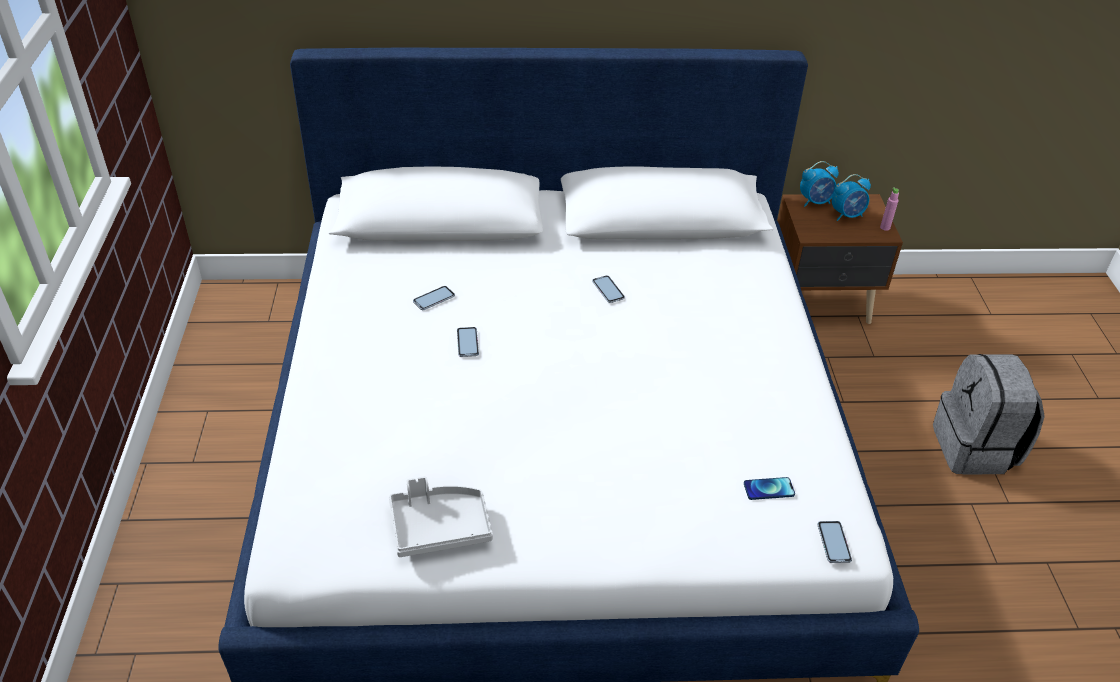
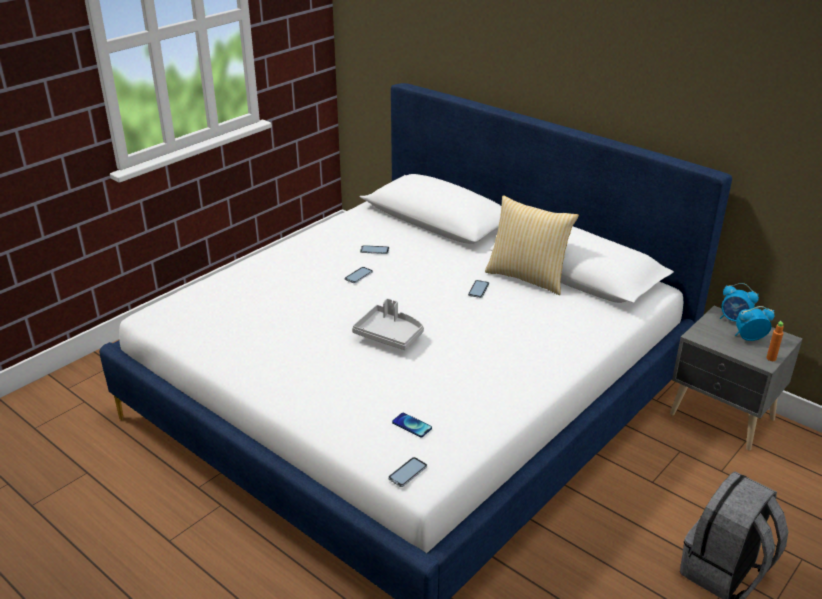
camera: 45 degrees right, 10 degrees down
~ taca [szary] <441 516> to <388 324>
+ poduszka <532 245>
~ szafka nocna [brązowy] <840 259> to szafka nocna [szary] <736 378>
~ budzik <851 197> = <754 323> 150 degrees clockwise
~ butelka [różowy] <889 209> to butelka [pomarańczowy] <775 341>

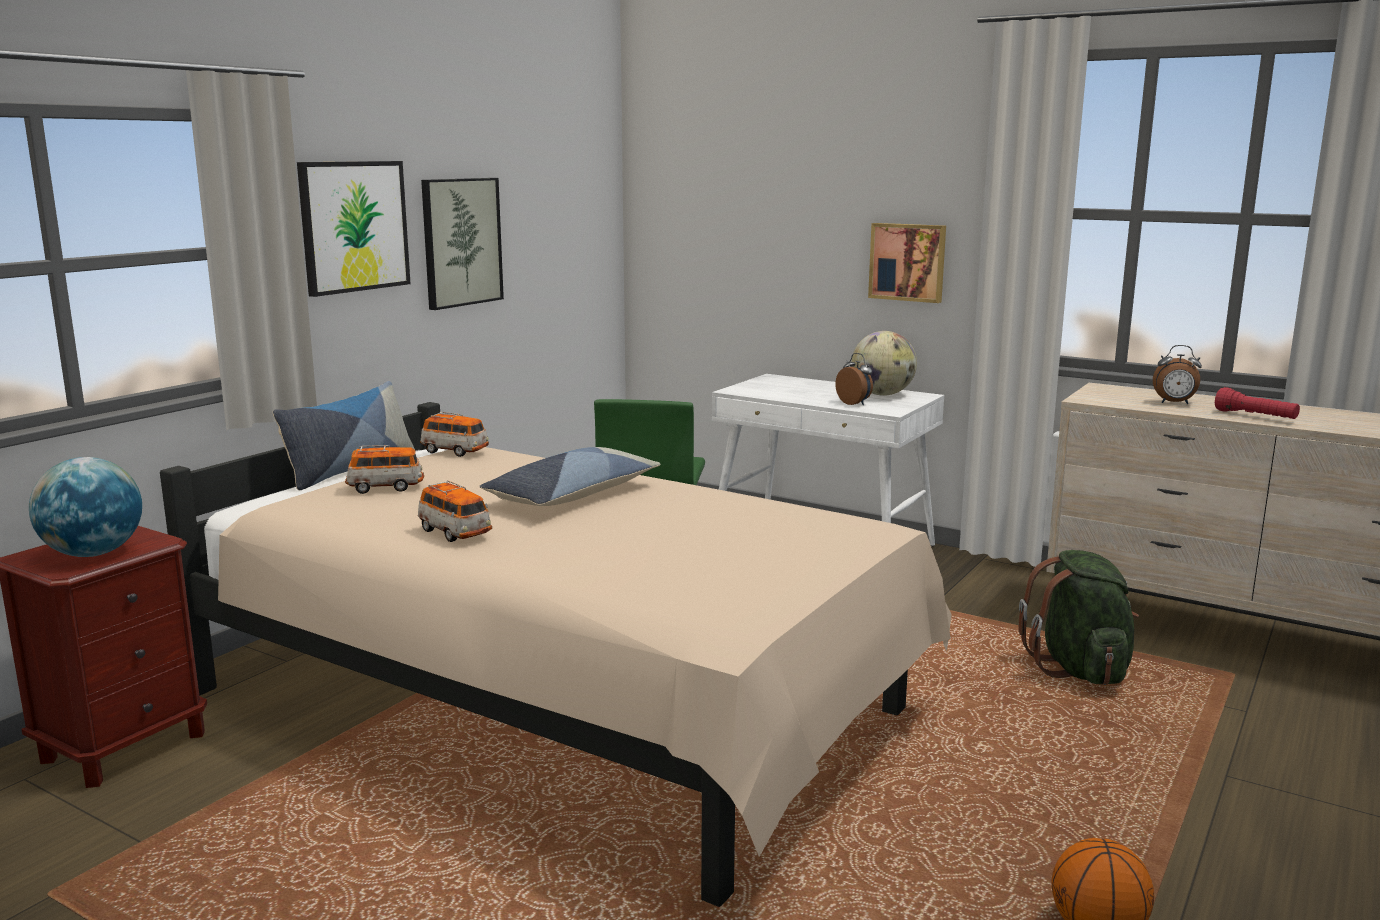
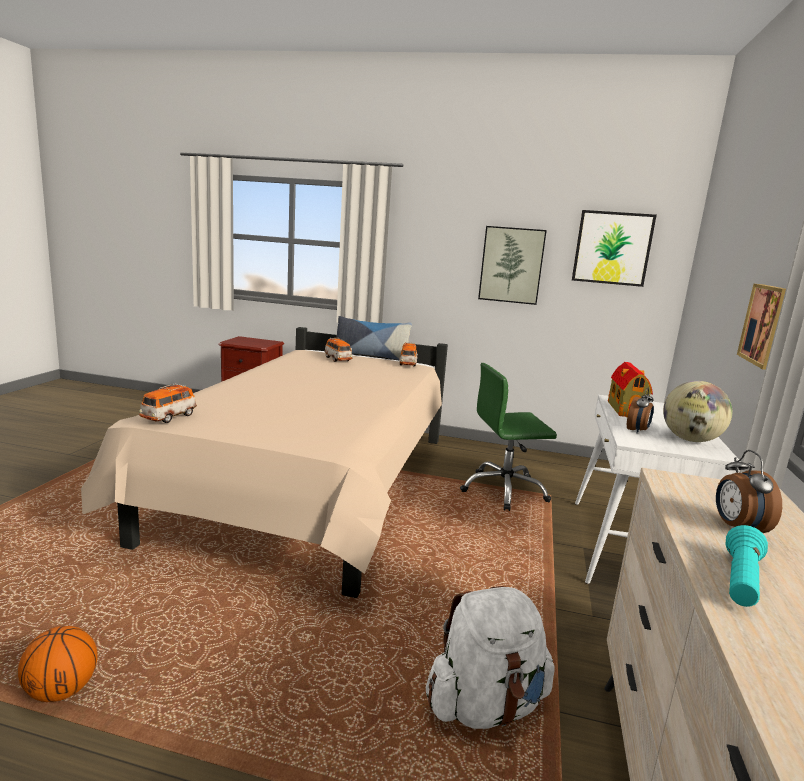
camera: 70 degrees right, 0 degrees up
~ samochodzik <455 511> to <168 403>
~ plecak [zielony] <1079 617> to plecak [biały] <490 657>
~ obraz <354 229> to <614 248>
+ domek <630 389>
~ latarka [czerwony] <1257 403> to latarka [turkusowy] <747 566>
- globus <85 507>
- poduszka <570 476>

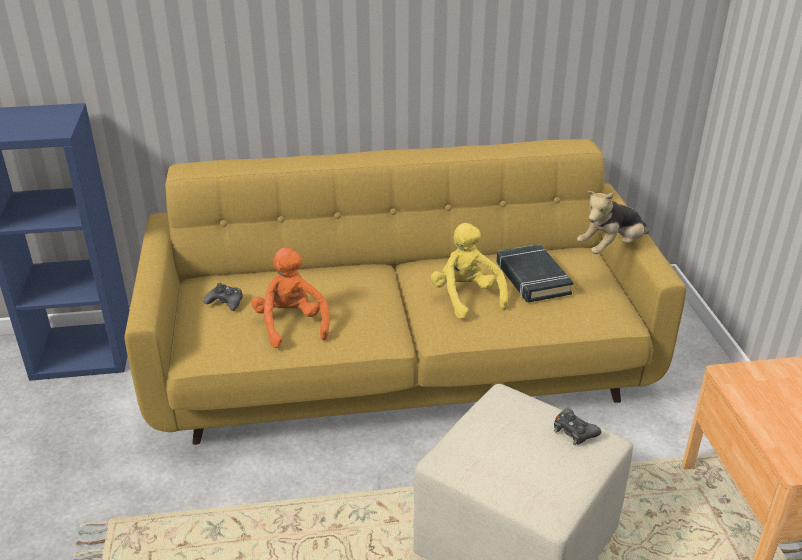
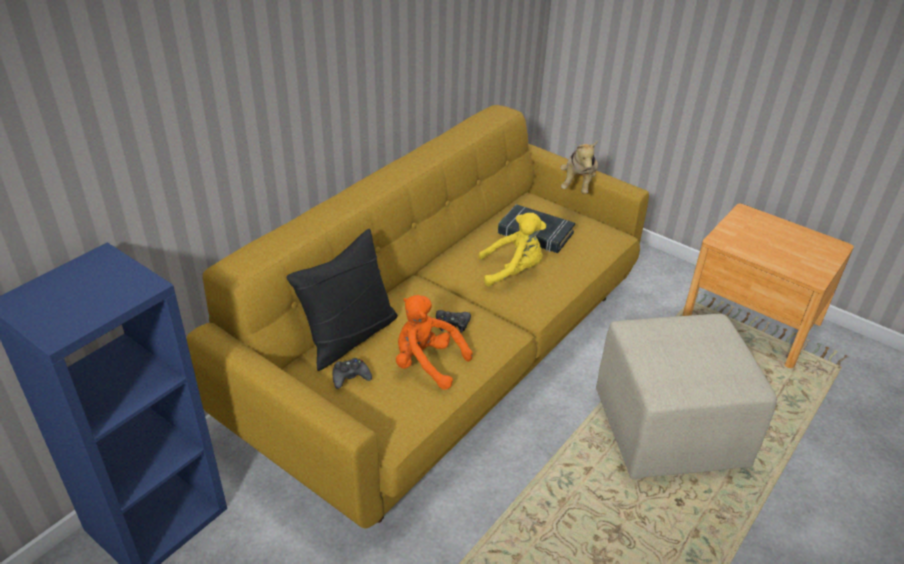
camera: 45 degrees left, 5 degrees up
+ poduszka [czarny] <342 300>
~ pad do gier [czarny] <577 426> to <453 321>
~ pluszak [żółty] <469 271> = <512 249> 150 degrees clockwise

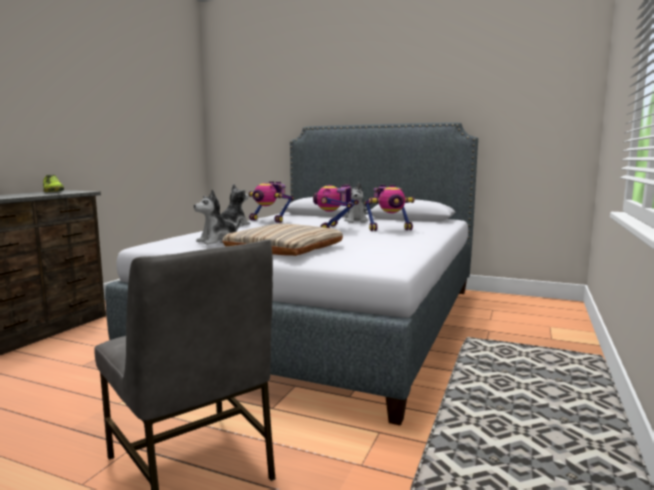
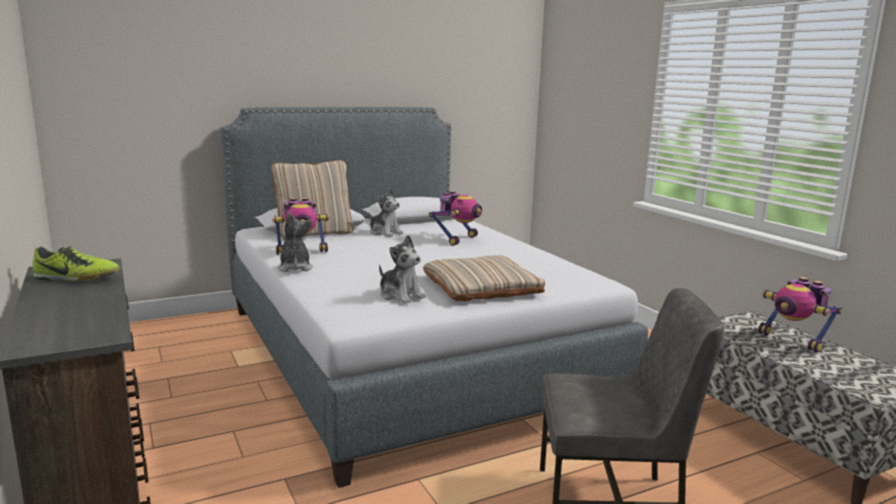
camera: 50 degrees left, 5 degrees up
+ poduszka [beżowy] <312 200>
~ pluszak <217 217> = <402 269> 45 degrees counterclockwise
~ robot zabawkowy <336 206> to <800 314>

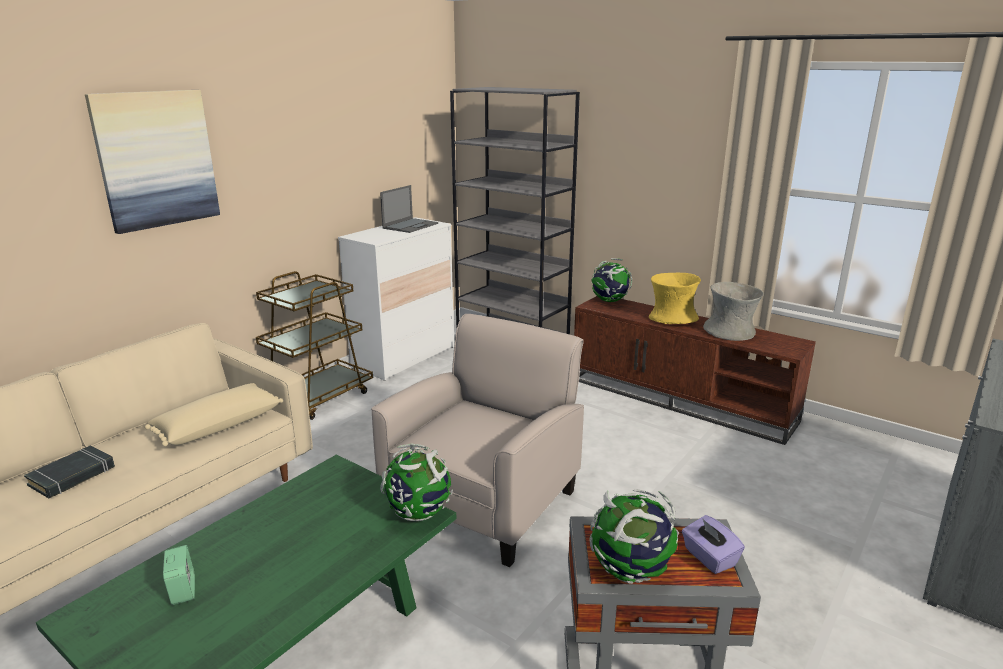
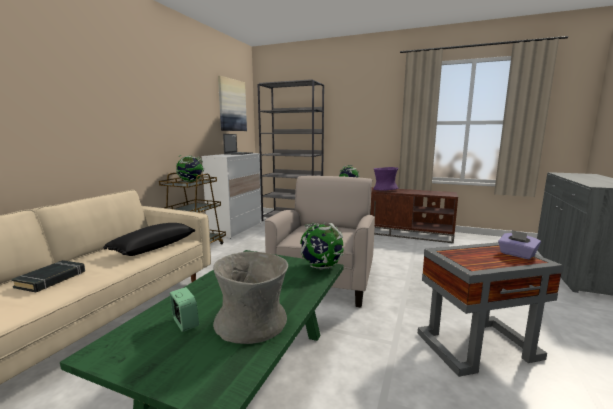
camera: 15 degrees left, 10 degrees down
~ poduszka [beżowy] <214 414> to poduszka [czarny] <149 239>
~ globus <634 536> to <190 168>
~ wazon [szary] <733 311> to <250 297>
~ obraz <152 162> to <232 103>
~ wazon [żółty] <675 298> to wazon [fioletowy] <386 179>

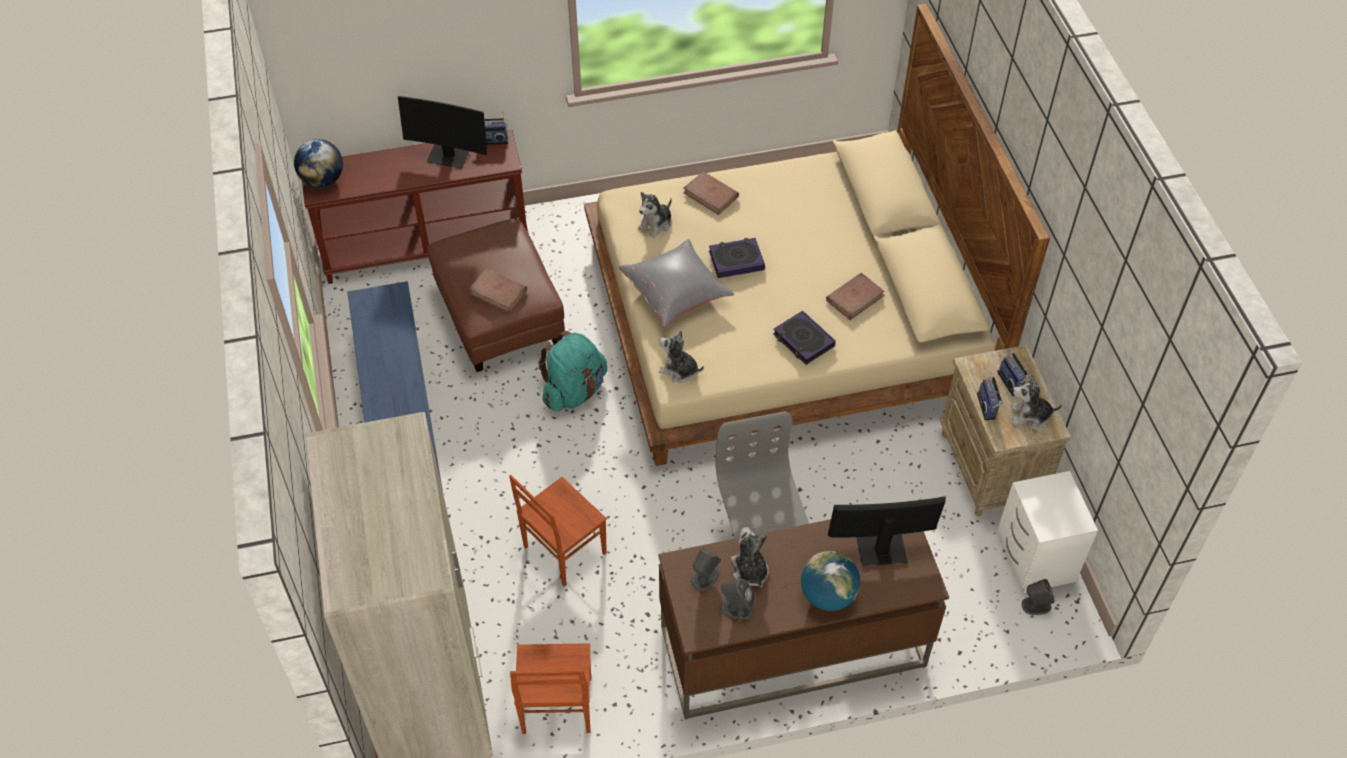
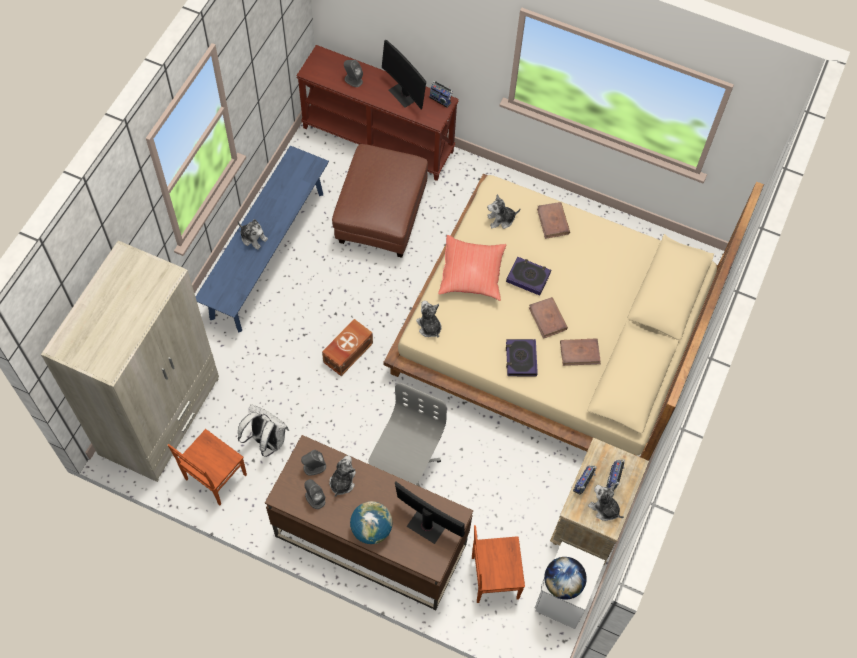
camera: 35 degrees right, 10 degrees up
+ pluszak <253 234>
+ plecak [biały] <263 430>
+ pojemnik do przechowywania [brązowy] <347 347>
~ głośnik [szary] <1038 597> to <353 73>
~ poduszka [szary] <676 283> to poduszka [czerwony] <472 268>
~ krzesło [brązowy] <558 531> to <498 564>
~ książka [brązowy] <497 290> to <548 318>
~ globus <318 163> to <565 578>
- plecak [turkusowy] <572 371>

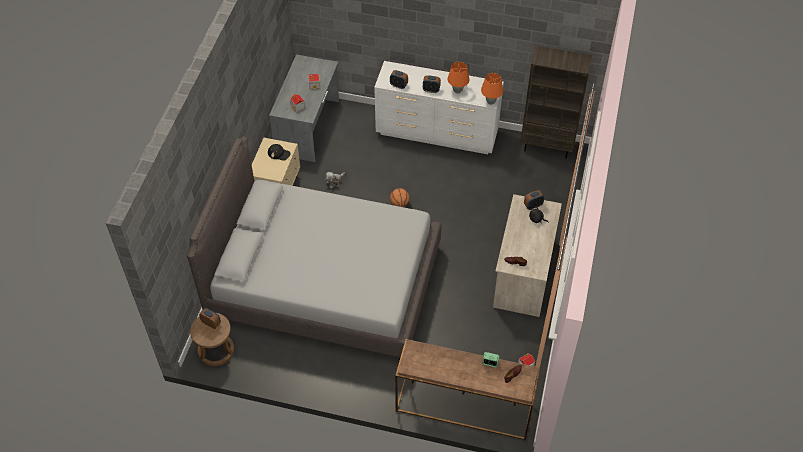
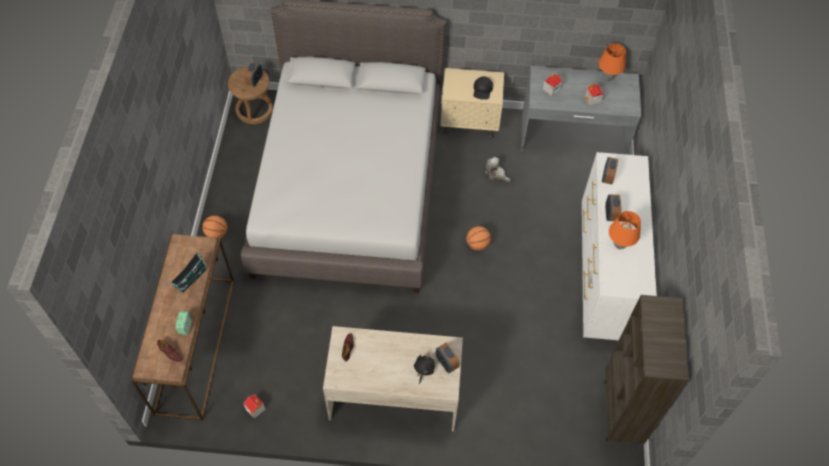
camera: 80 degrees right, 5 degrees up
+ domek <188 272>
+ piłka do koszykówki <215 226>
~ lampa stołowa [pomarańczowy] <492 89> to <612 62>

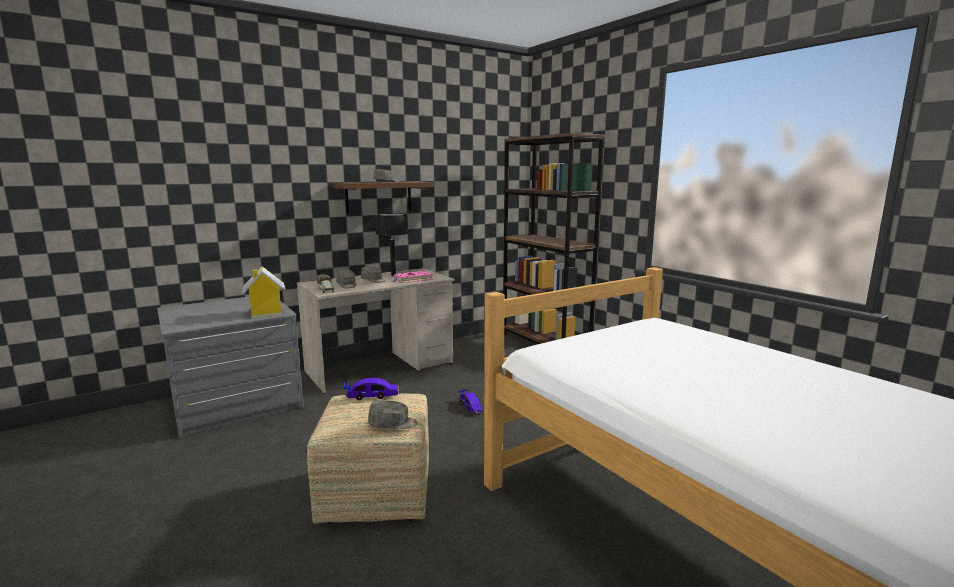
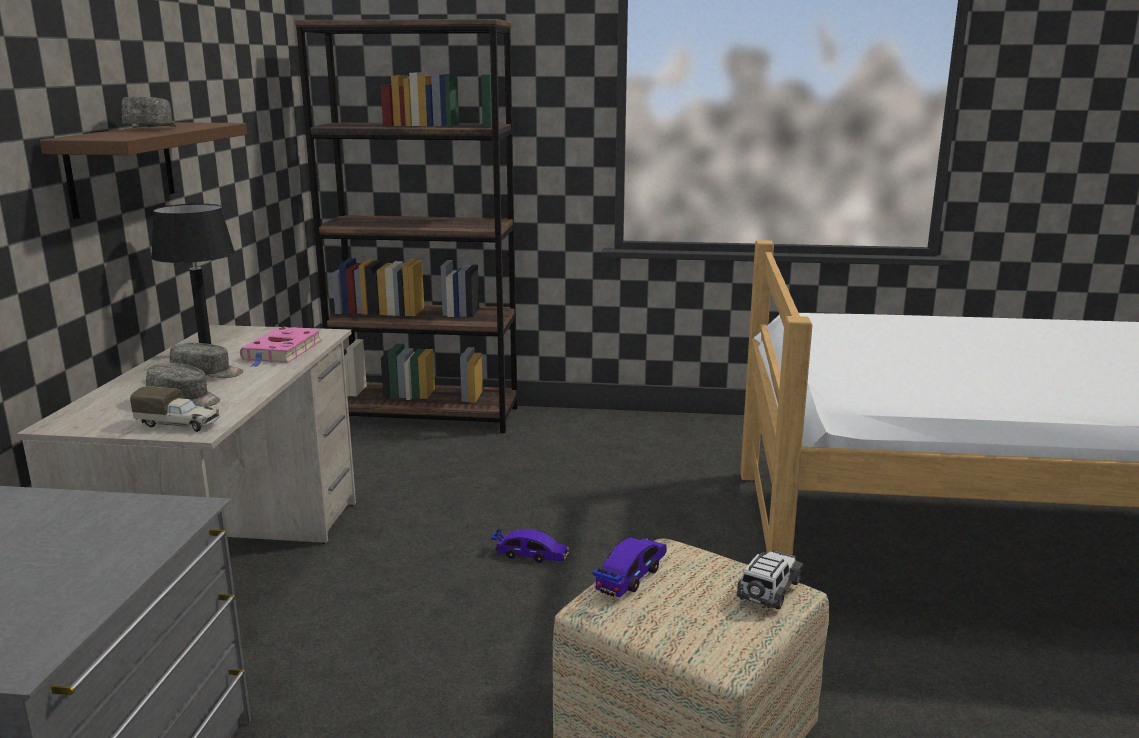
camera: 50 degrees left, 5 degrees up
~ czapka z daszkiem [szary] <393 414> to samochodzik <770 579>
- domek <264 292>

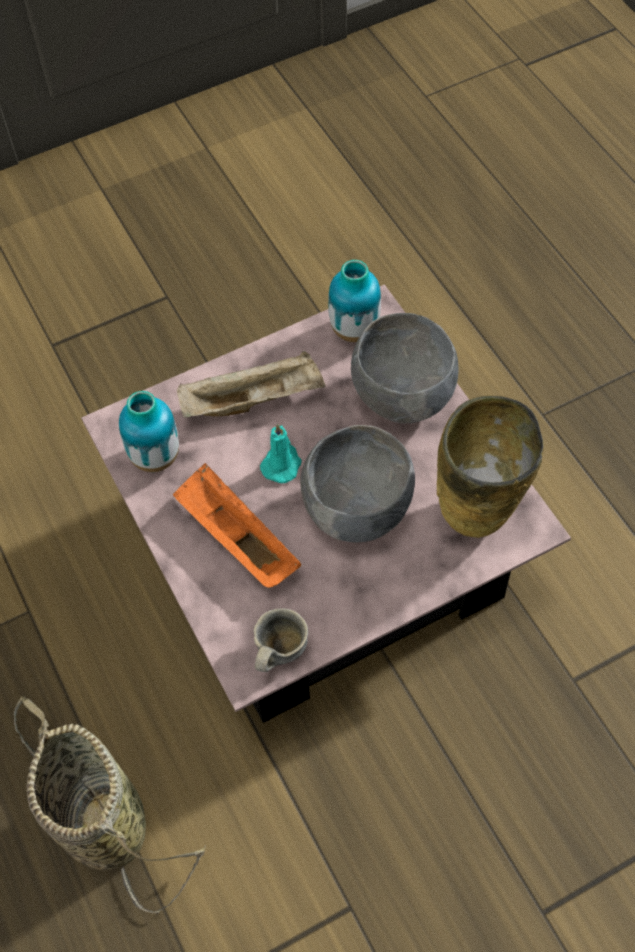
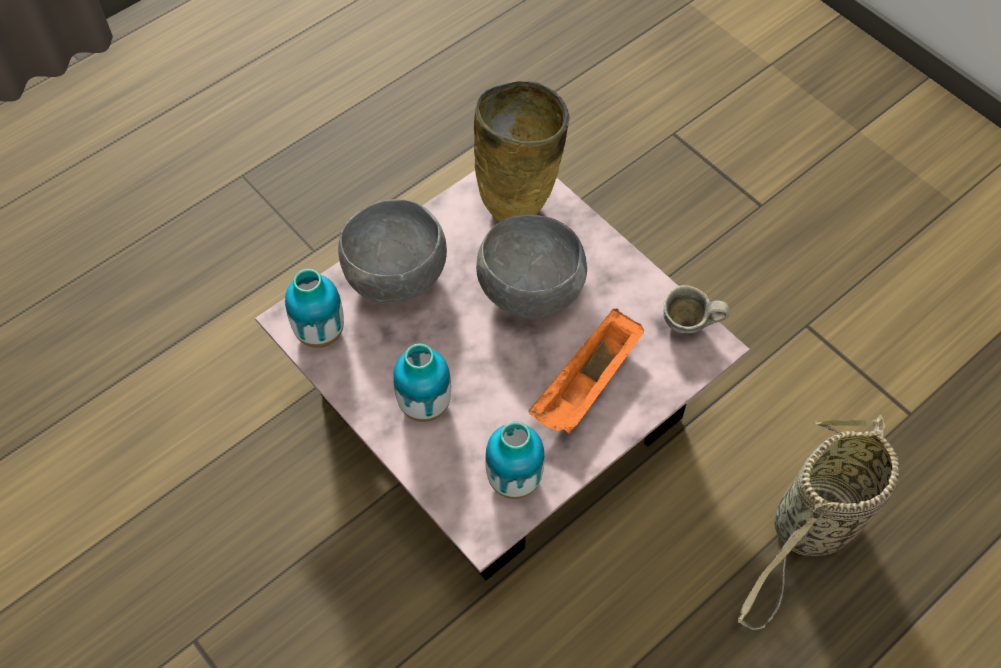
camera: 105 degrees left, 0 degrees up
~ taca [beżowy] <251 384> to wazon <422 382>
- świeca [turkusowy] <281 453>

